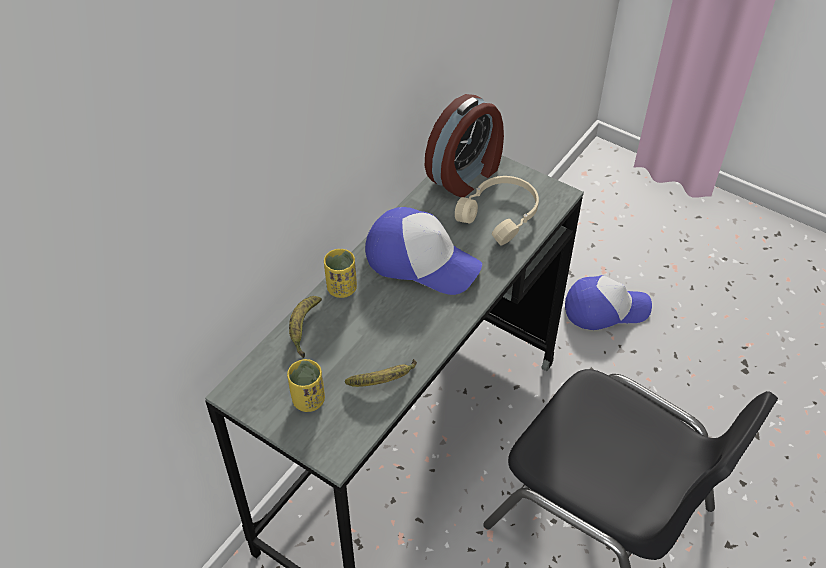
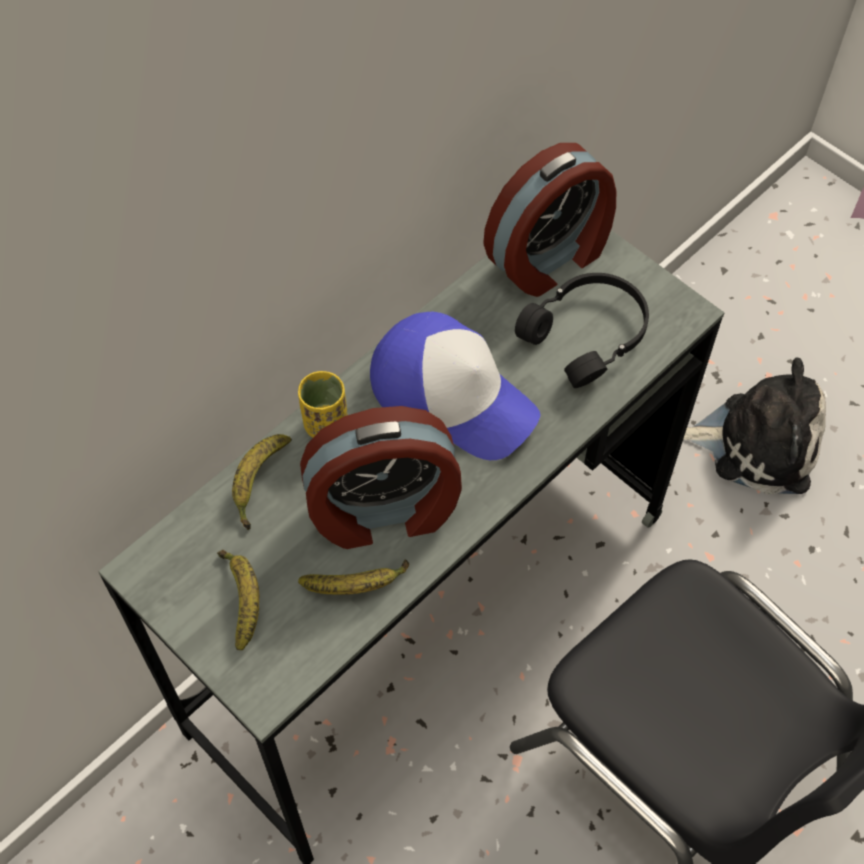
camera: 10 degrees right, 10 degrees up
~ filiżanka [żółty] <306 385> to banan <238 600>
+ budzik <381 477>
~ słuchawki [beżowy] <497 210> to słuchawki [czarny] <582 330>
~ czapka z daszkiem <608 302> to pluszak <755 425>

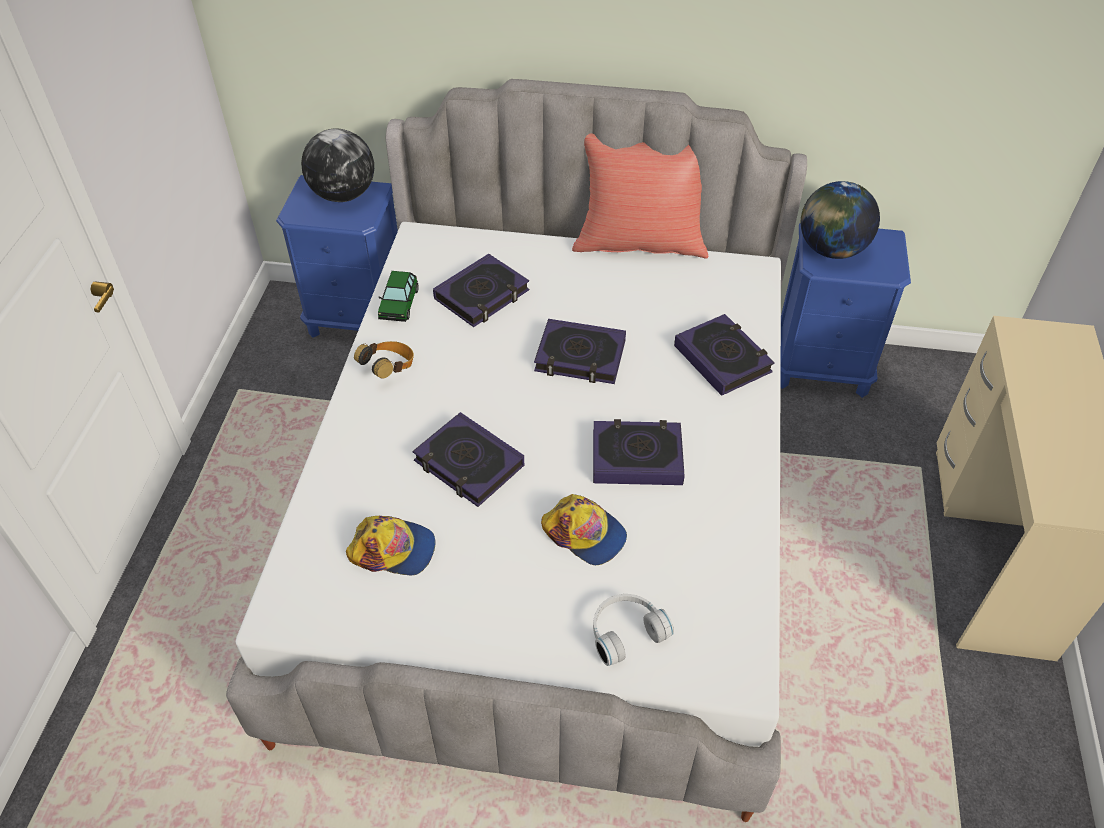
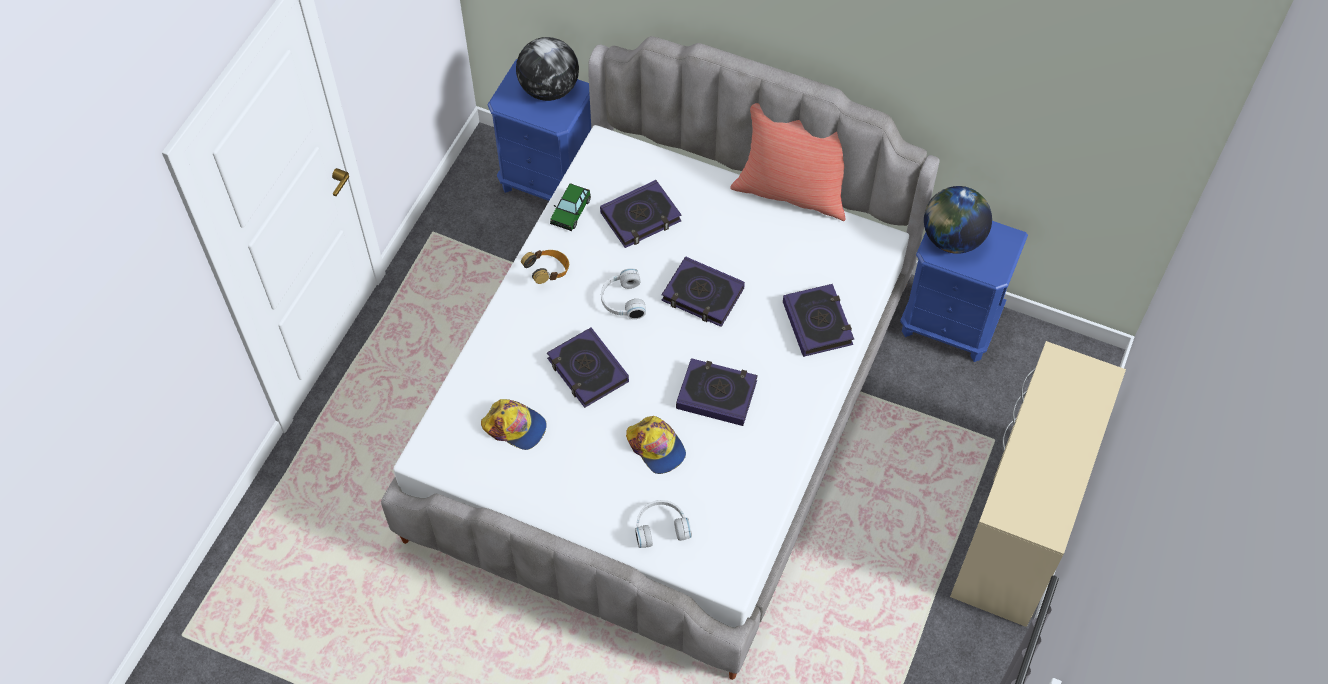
camera: 15 degrees right, 10 degrees up
+ słuchawki [biały] <623 293>

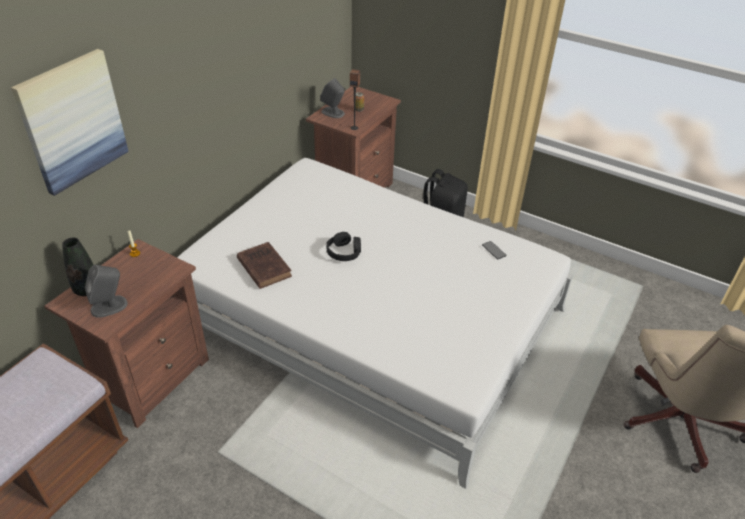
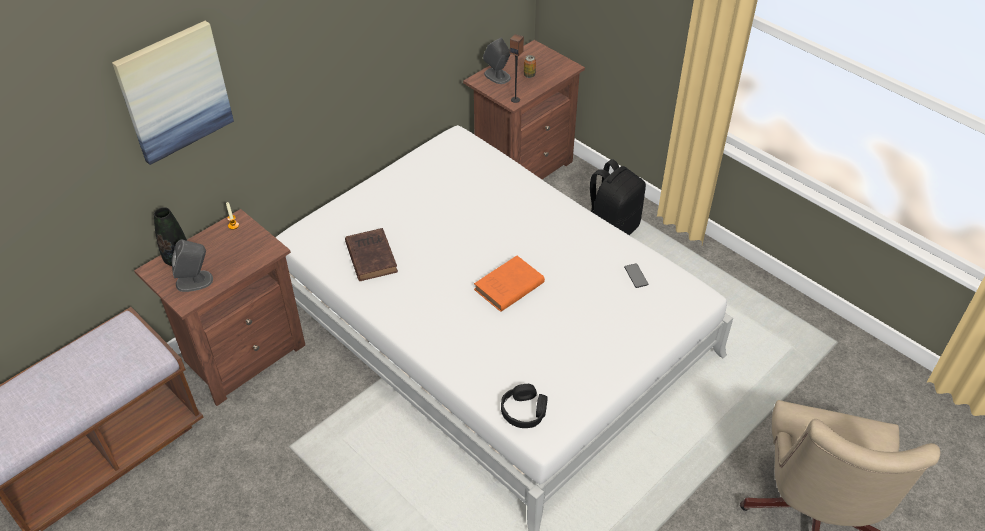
camera: 15 degrees right, 5 degrees up
+ książka [pomarańczowy] <509 284>
~ słuchawki [czarny] <343 246> to <524 406>

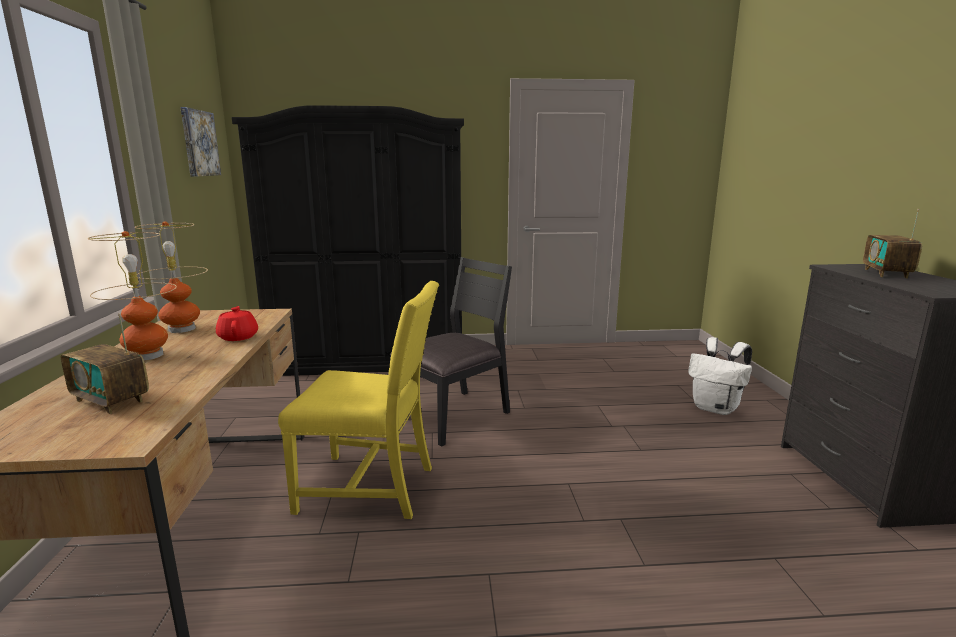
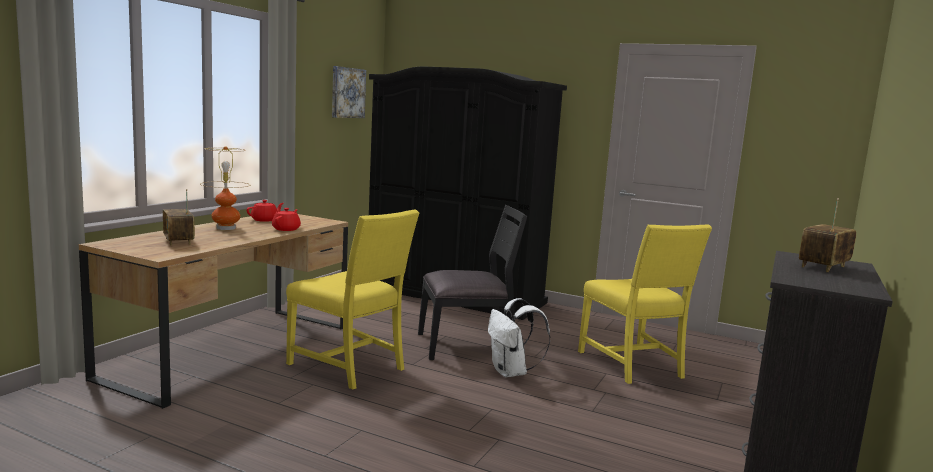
camera: 30 degrees right, 5 degrees down
~ lampa stołowa <171 277> to imbryk [czerwony] <265 211>
~ plecak [biały] <720 376> to <519 337>
+ krzesło [żółty] <645 304>

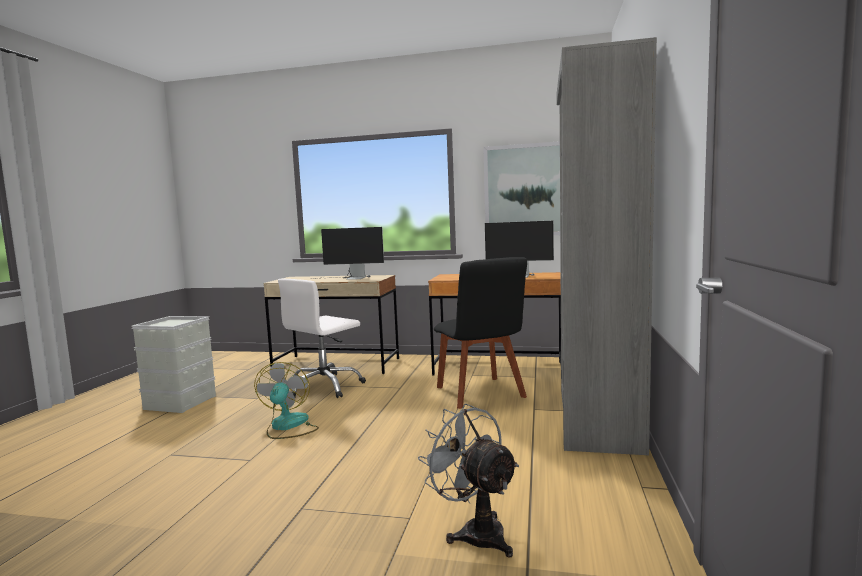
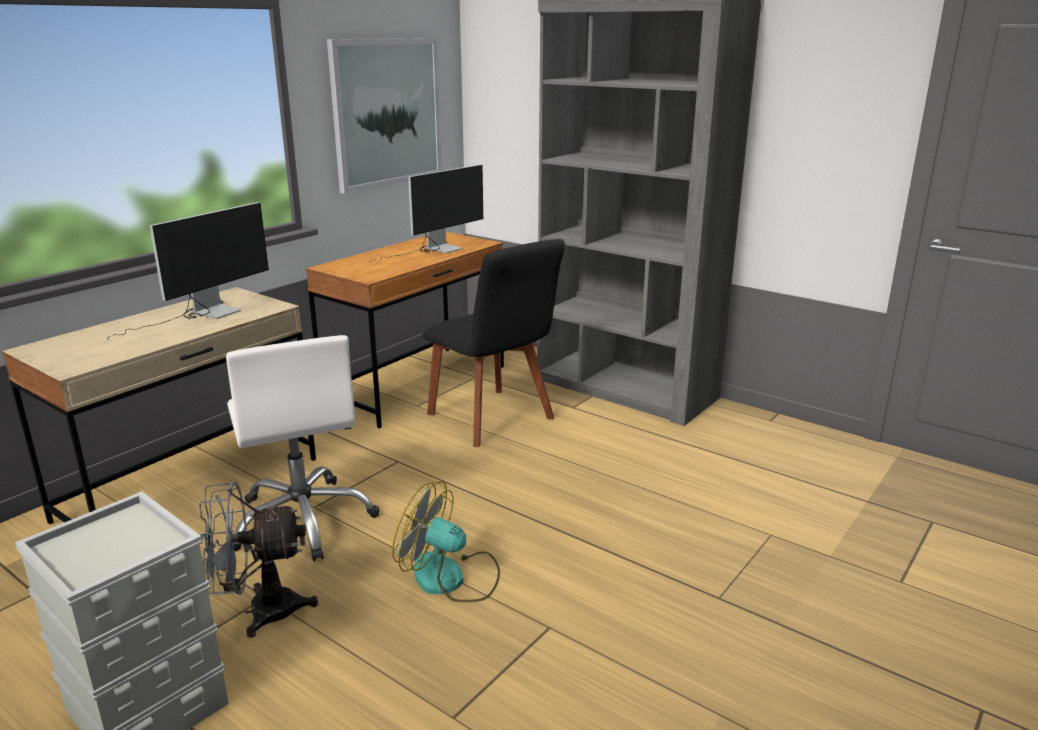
camera: 65 degrees left, 15 degrees up
~ wentylator [szary] <468 481> to <258 560>
~ krzesło [czarny] <480 333> = <493 343> 45 degrees clockwise

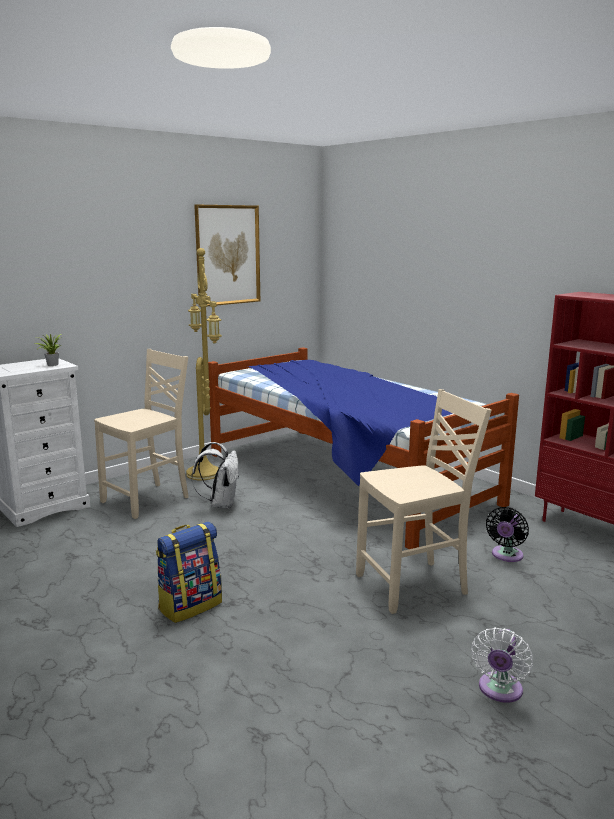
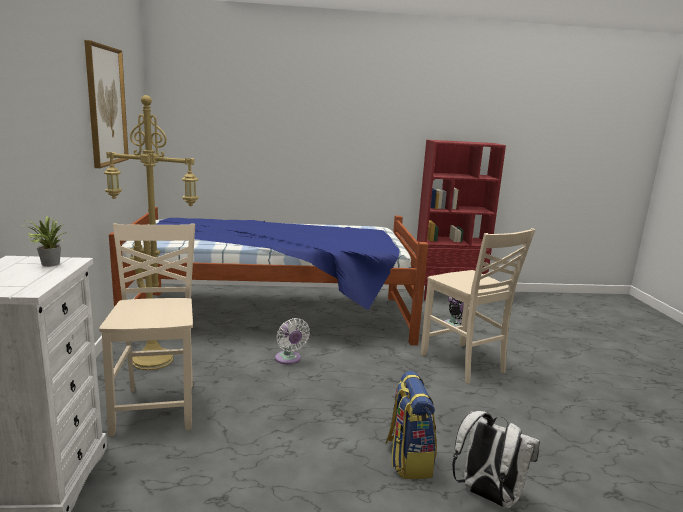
camera: 55 degrees left, 0 degrees up
~ wentylator [biały] <502 665> to <292 341>
~ krzesło [beżowy] <423 501> = <478 306> 135 degrees clockwise
~ plecak [biały] <215 475> to <496 459>

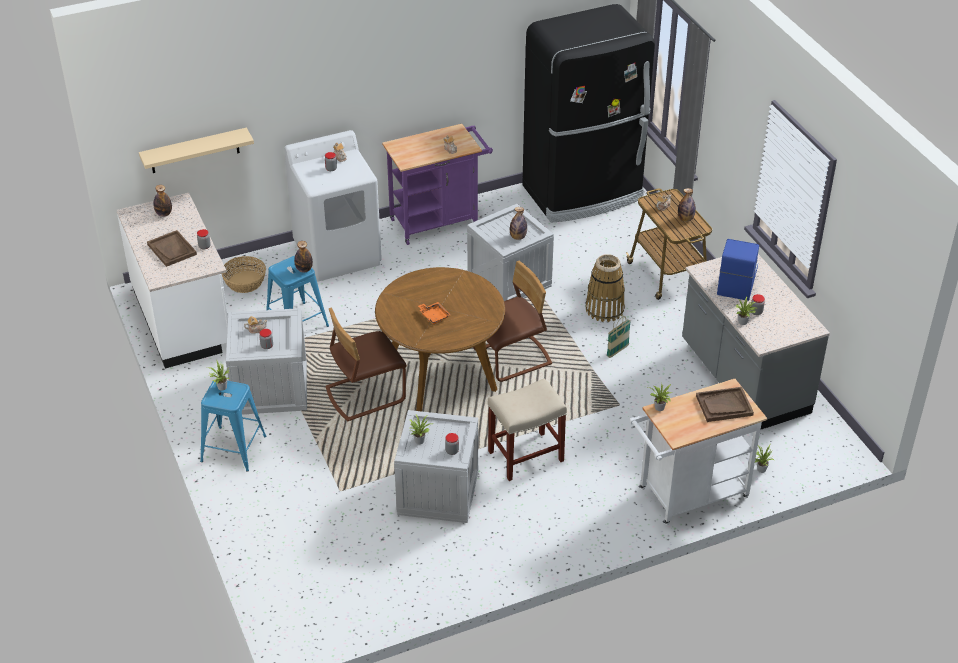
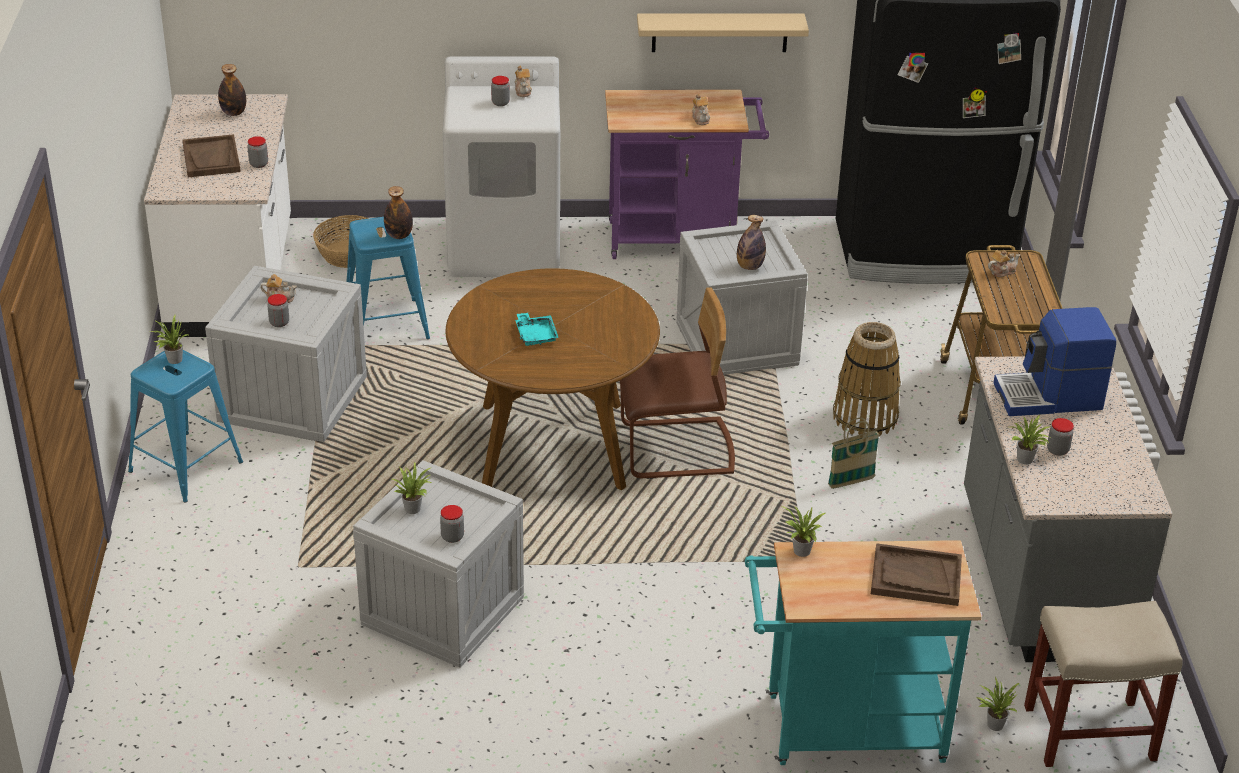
camera: 20 degrees right, 5 degrees down
~ taca [pomarańczowy] <434 313> to taca [turkusowy] <537 329>
~ półka [beżowy] <196 150> to <723 32>
~ wózek [biały] <698 452> to wózek [turkusowy] <863 652>
~ ekspres do kawy <738 270> = <1054 361> 135 degrees counterclockwise
~ stołek [beżowy] <527 429> to <1103 684>
- krzesło [brązowy] <366 365>
- butelka <687 205>

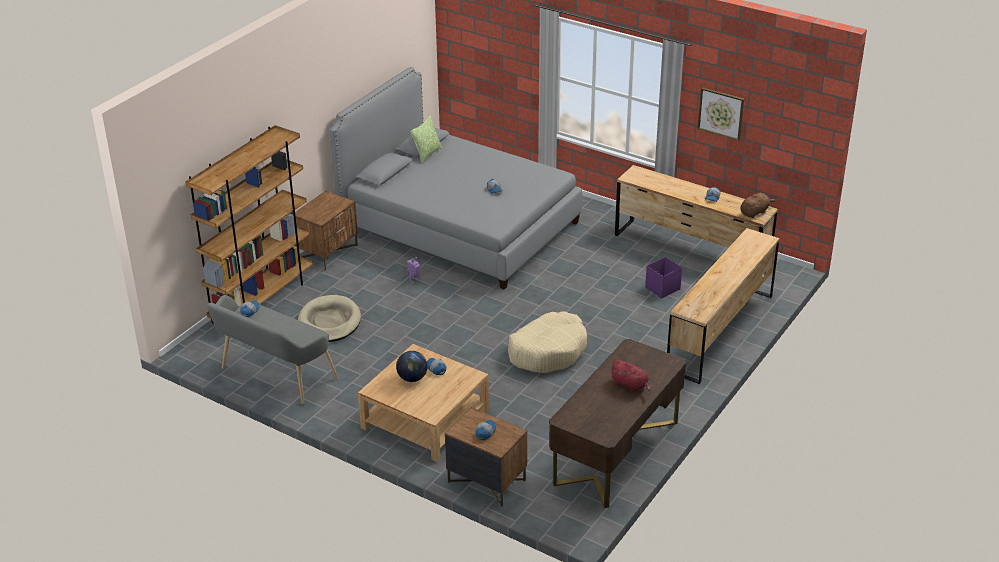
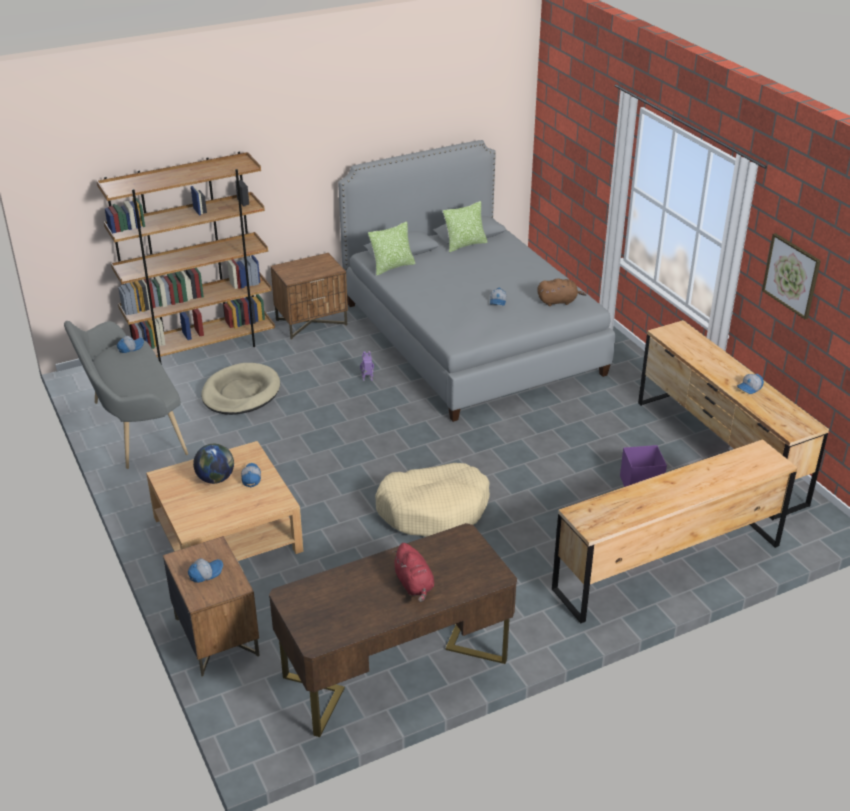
camera: 30 degrees right, 0 degrees up
+ poduszka <391 248>
~ pluszak [brązowy] <758 205> to <562 292>

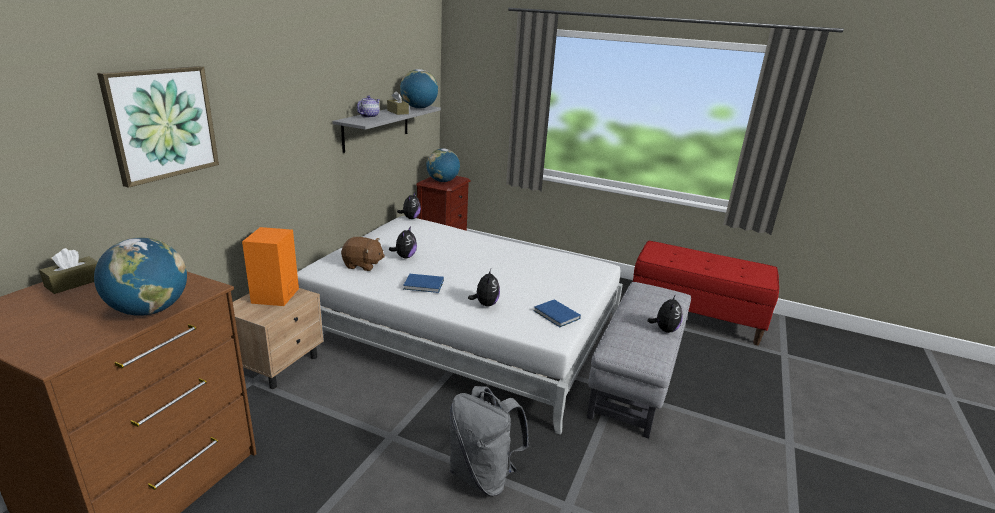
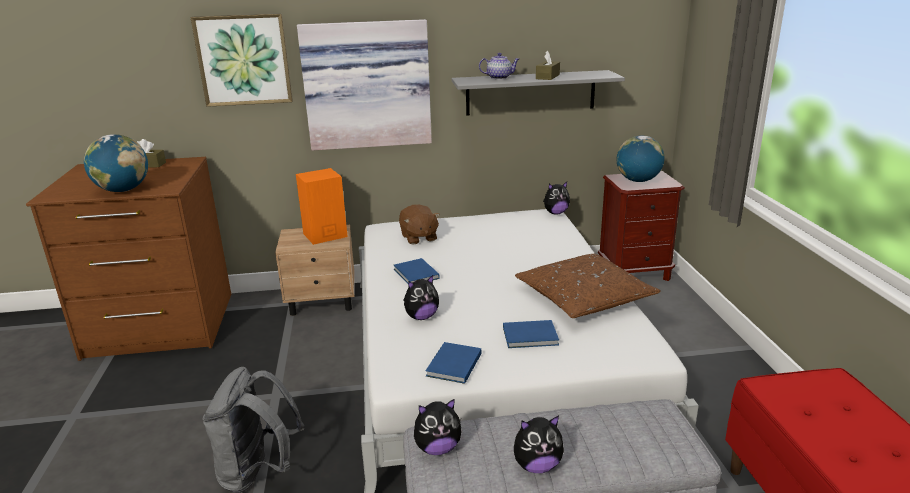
camera: 60 degrees right, 0 degrees up
+ obraz <364 85>
~ pluszak <403 242> to <437 426>
+ książka [niebieski] <531 334>
+ poduszka [brązowy] <588 286>
- globus <419 89>

